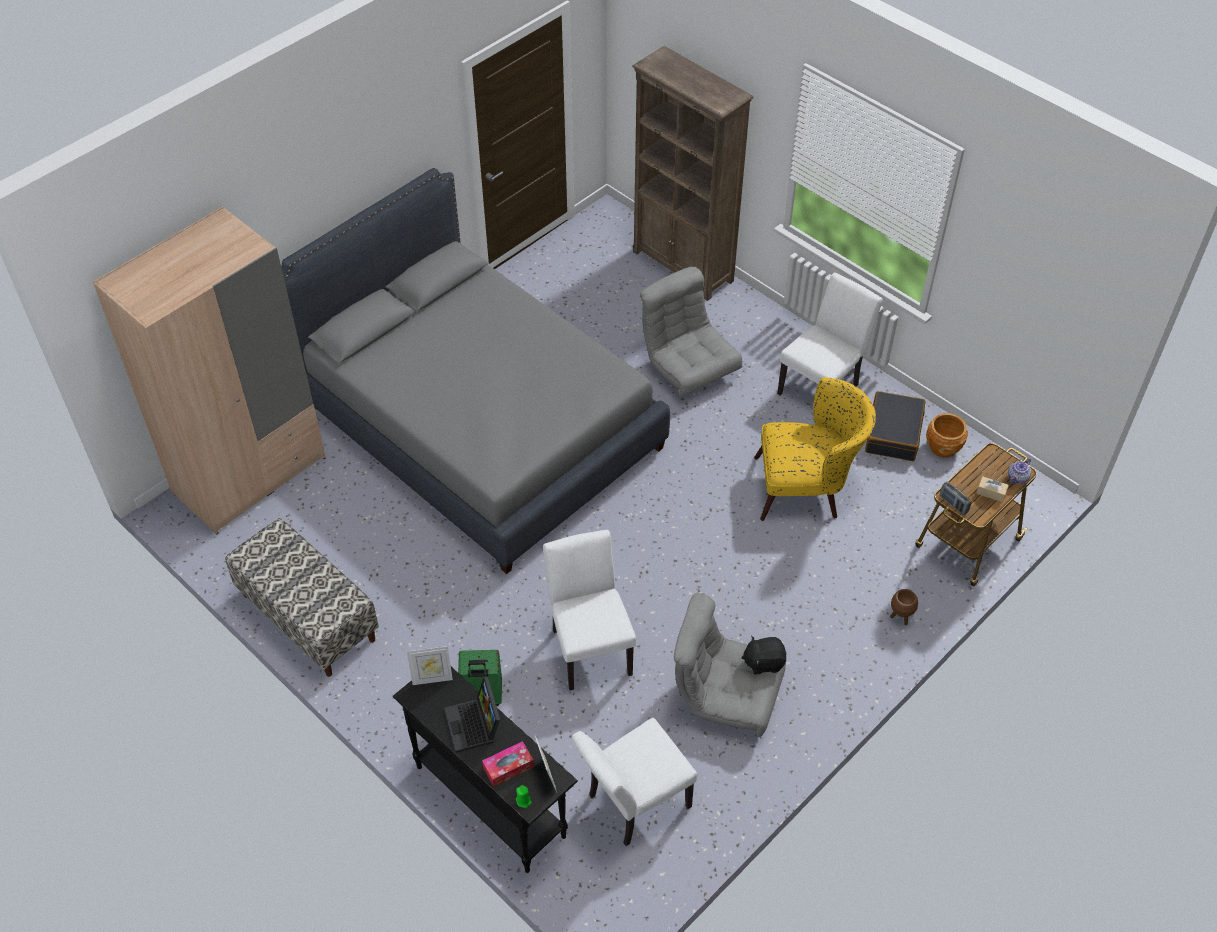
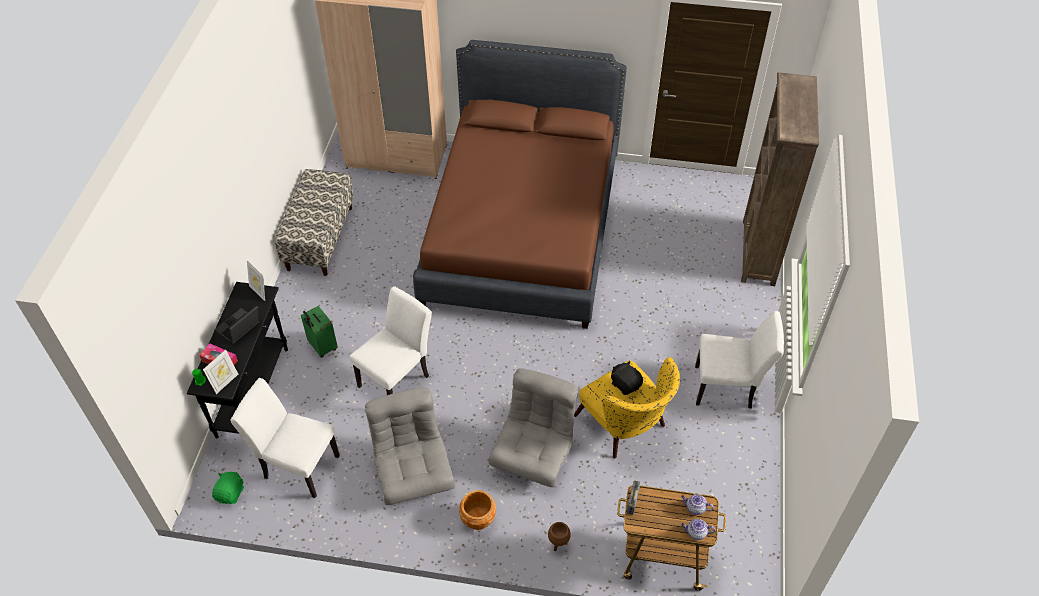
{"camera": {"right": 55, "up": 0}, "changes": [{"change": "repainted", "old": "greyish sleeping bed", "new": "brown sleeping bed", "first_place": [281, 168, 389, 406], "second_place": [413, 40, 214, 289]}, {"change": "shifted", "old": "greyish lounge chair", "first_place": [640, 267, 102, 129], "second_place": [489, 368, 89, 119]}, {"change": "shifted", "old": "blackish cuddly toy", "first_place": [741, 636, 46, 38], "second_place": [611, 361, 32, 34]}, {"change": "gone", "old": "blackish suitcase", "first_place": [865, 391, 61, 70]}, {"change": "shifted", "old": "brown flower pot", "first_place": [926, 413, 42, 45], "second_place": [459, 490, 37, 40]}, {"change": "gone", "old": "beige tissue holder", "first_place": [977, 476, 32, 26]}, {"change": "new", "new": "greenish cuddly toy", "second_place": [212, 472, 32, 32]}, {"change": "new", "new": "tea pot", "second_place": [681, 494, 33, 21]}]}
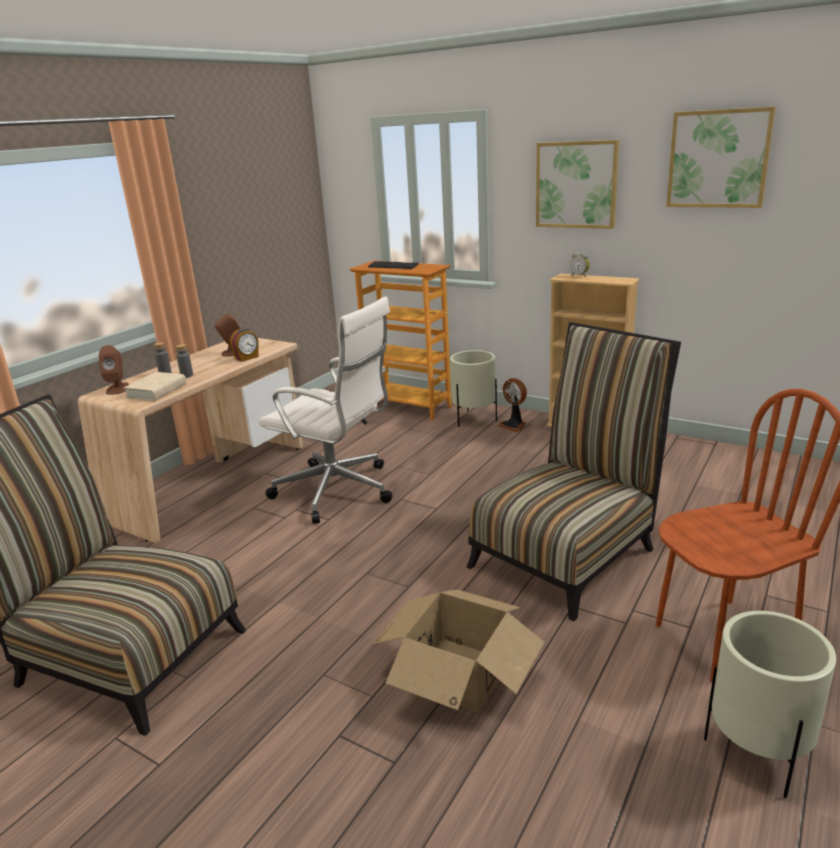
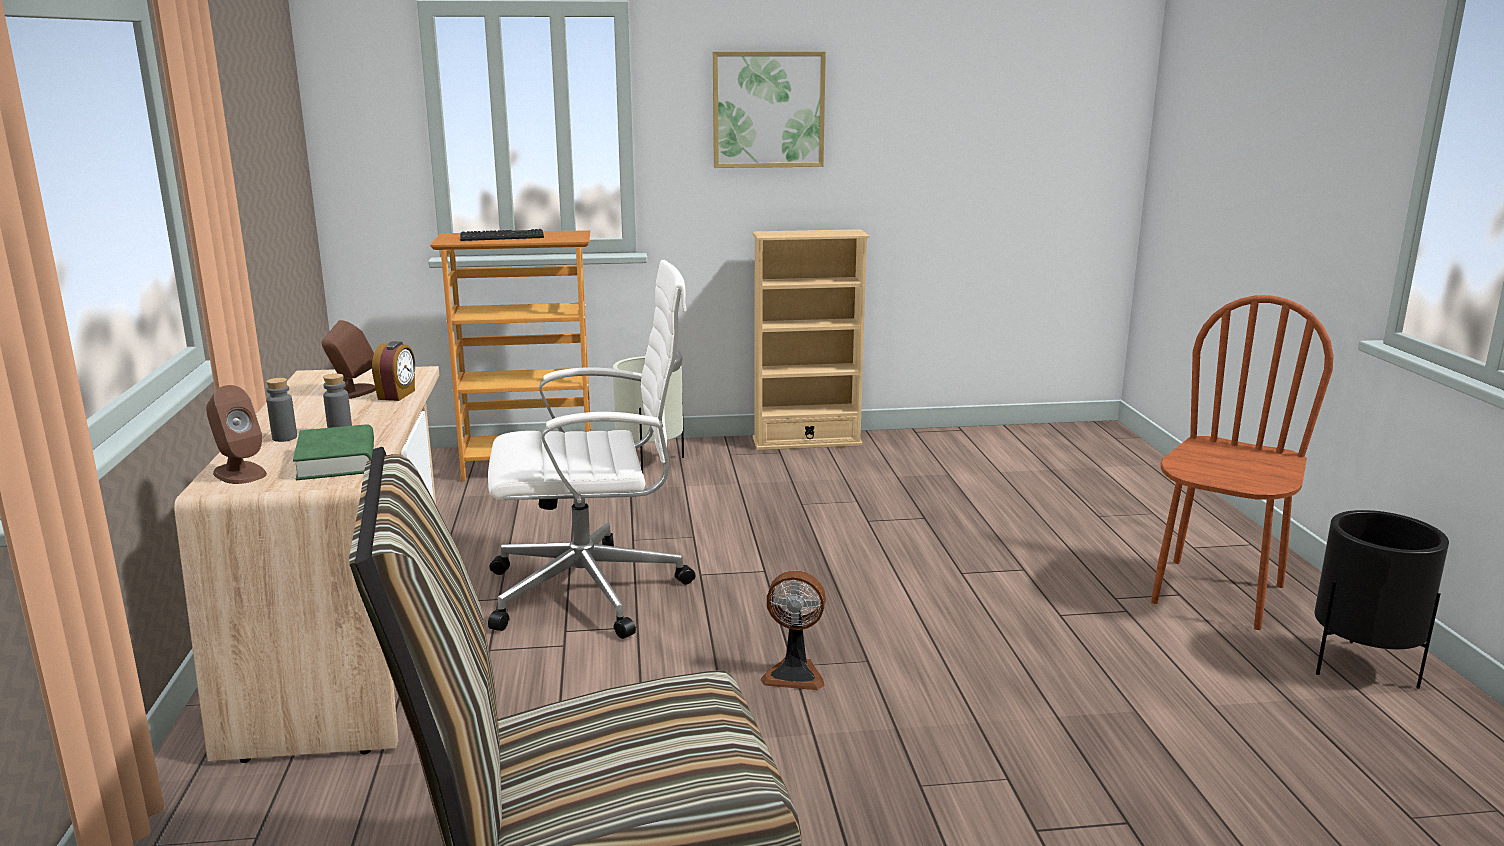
{"camera": {"right": -40, "up": -5}, "changes": [{"change": "repainted", "old": "beige book", "new": "greenish book", "first_place": [124, 372, 62, 29], "second_place": [293, 424, 81, 56]}, {"change": "gone", "old": "packing box", "first_place": [372, 590, 173, 122]}, {"change": "gone", "old": "chair", "first_place": [466, 322, 215, 300]}, {"change": "shifted", "old": "cooling fan", "first_place": [497, 378, 30, 54], "second_place": [761, 570, 65, 120]}, {"change": "gone", "old": "bedside clock", "first_place": [570, 252, 20, 25]}, {"change": "gone", "old": "wall art", "first_place": [666, 107, 109, 101]}, {"change": "repainted", "old": "beige flower pot", "new": "blackish flower pot", "first_place": [704, 611, 132, 187], "second_place": [1315, 510, 134, 179]}]}
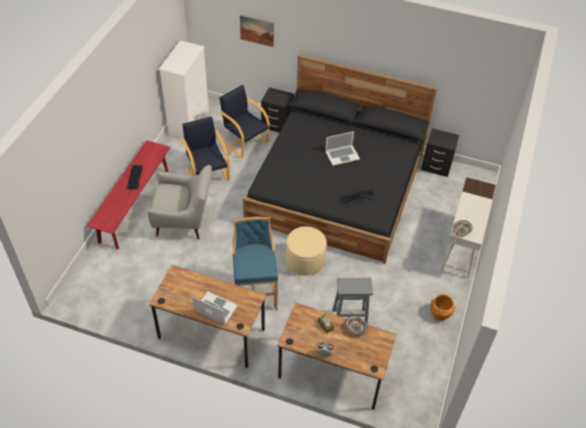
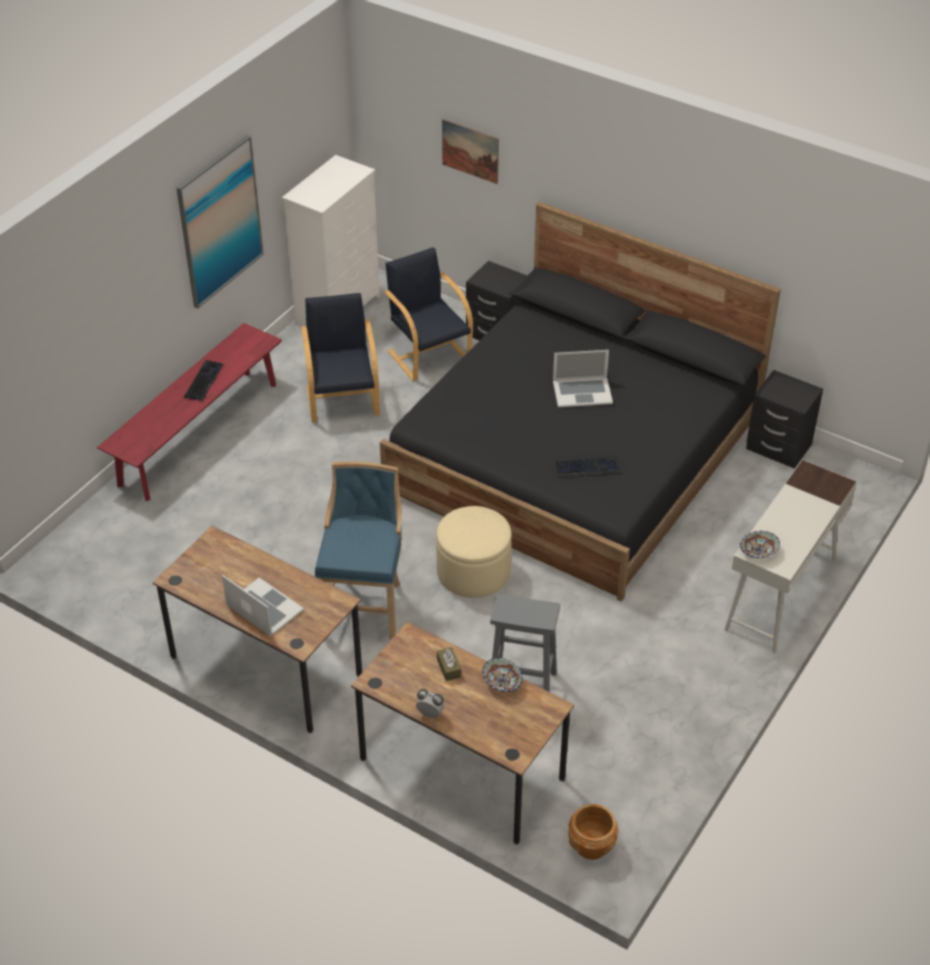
{"camera": {"right": 15, "up": -5}, "changes": [{"change": "gone", "old": "greyish lounge chair", "first_place": [148, 165, 64, 74]}, {"change": "shifted", "old": "brown flower pot", "first_place": [430, 294, 25, 27], "second_place": [568, 804, 51, 56]}, {"change": "new", "new": "wall art", "second_place": [176, 135, 88, 174]}]}
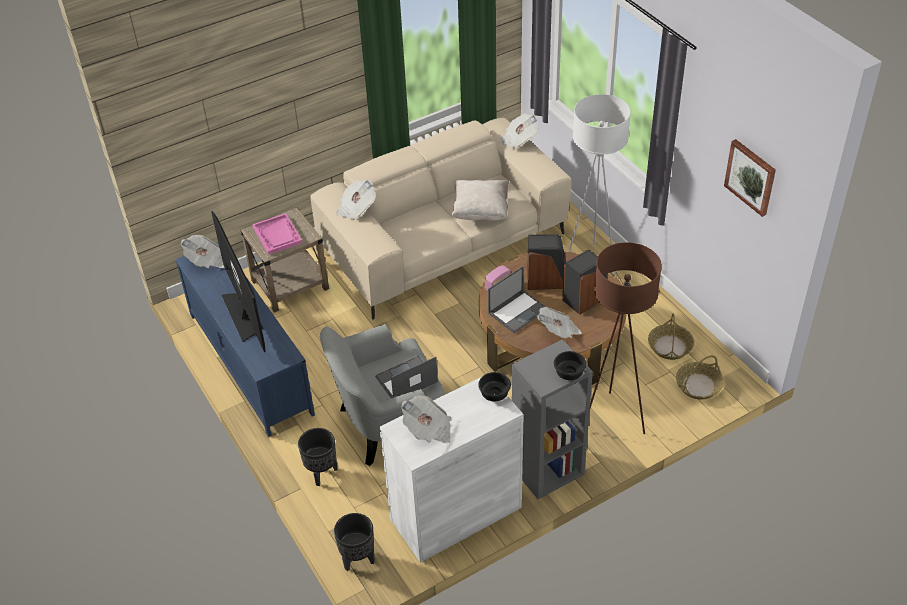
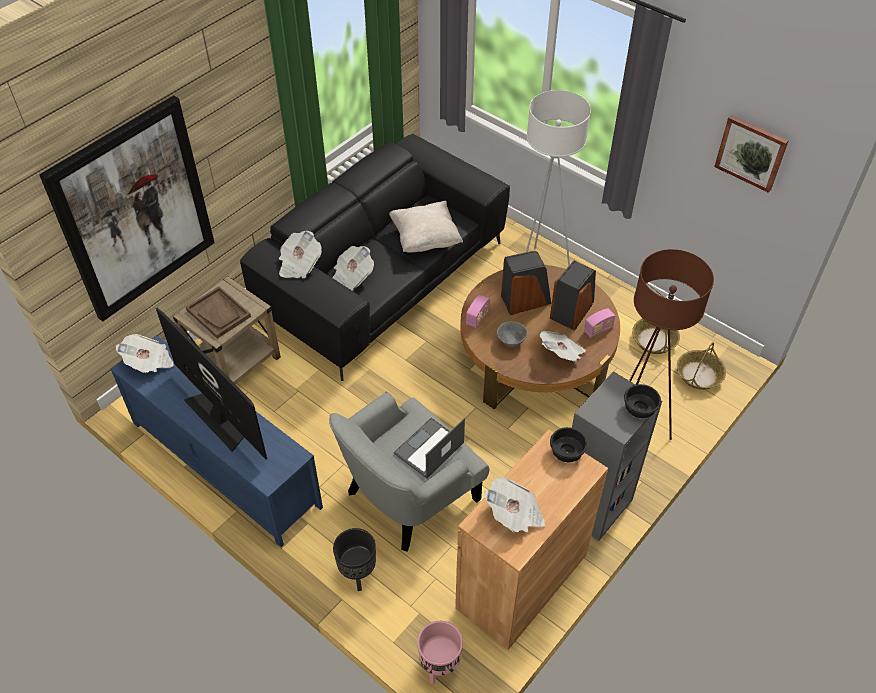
{"camera": {"right": -20, "up": 5}, "changes": [{"change": "repainted", "old": "pinkish tray", "new": "brown tray", "first_place": [252, 213, 50, 42], "second_place": [186, 286, 65, 53]}, {"change": "repainted", "old": "beige couch", "new": "blackish couch", "first_place": [310, 118, 261, 202], "second_place": [240, 134, 270, 247]}, {"change": "repainted", "old": "blackish flower pot", "new": "pinkish flower pot", "first_place": [334, 513, 41, 58], "second_place": [417, 621, 46, 64]}, {"change": "repainted", "old": "whitish cabinet", "new": "brown cabinet", "first_place": [379, 377, 145, 186], "second_place": [455, 429, 153, 221]}, {"change": "swapped", "old": "portable computer", "new": "greyish serving bowl", "first_place": [488, 266, 58, 67], "second_place": [497, 321, 31, 26]}, {"change": "shifted", "old": "newspaper", "first_place": [499, 114, 40, 35], "second_place": [333, 246, 41, 45]}, {"change": "new", "new": "wall art", "second_place": [39, 96, 176, 226]}, {"change": "new", "new": "radio receiver", "second_place": [584, 308, 31, 30]}]}
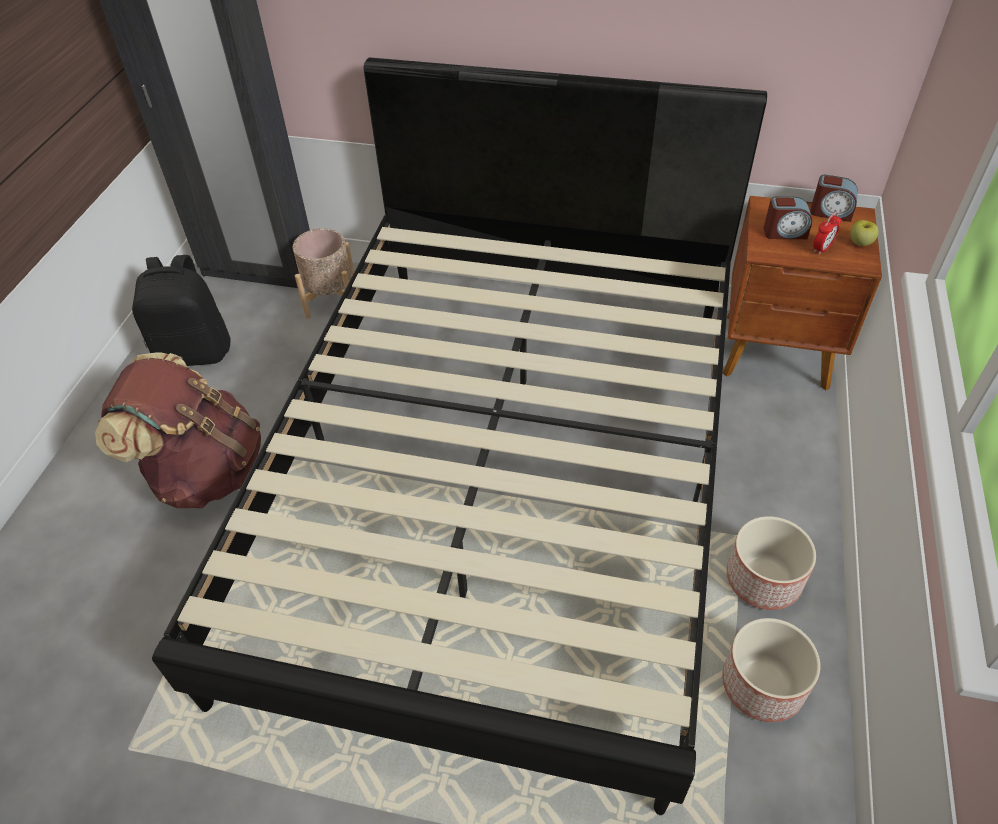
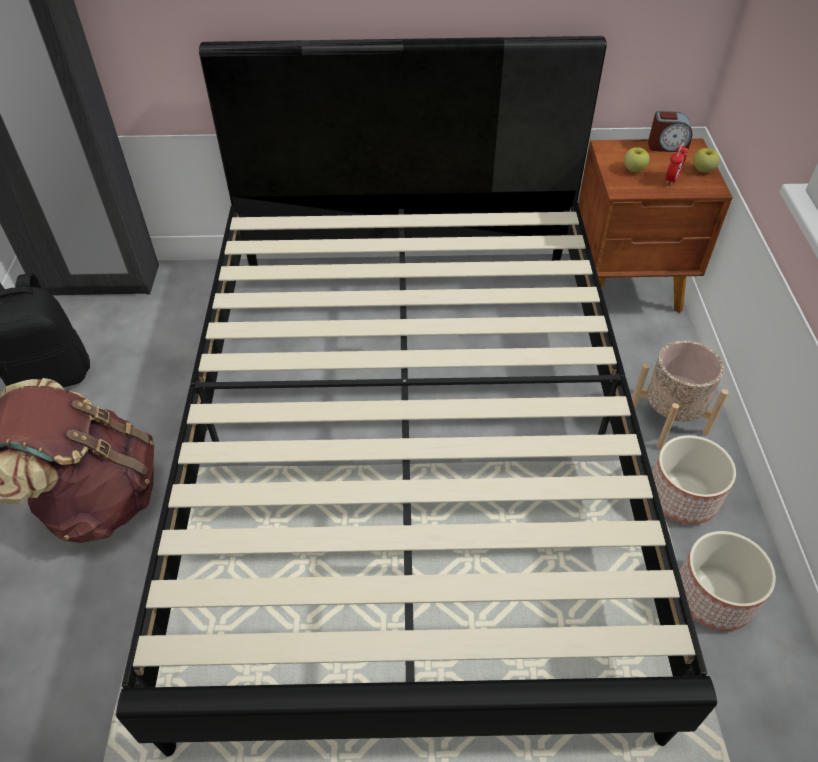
{"camera": {"right": -15, "up": 0}, "changes": [{"change": "shifted", "old": "beige flower pot", "first_place": [293, 228, 61, 91], "second_place": [632, 340, 97, 109]}, {"change": "swapped", "old": "bedside clock", "new": "whole apple", "first_place": [764, 196, 48, 43], "second_place": [624, 147, 25, 25]}]}
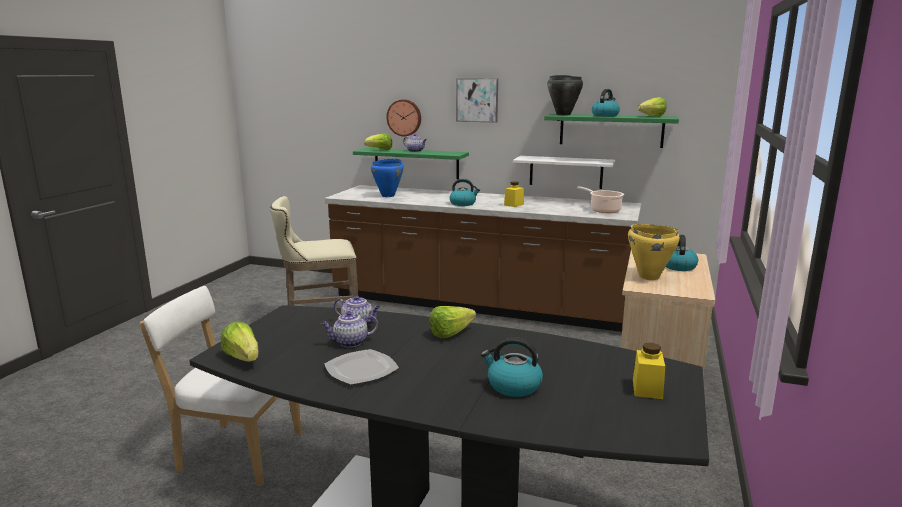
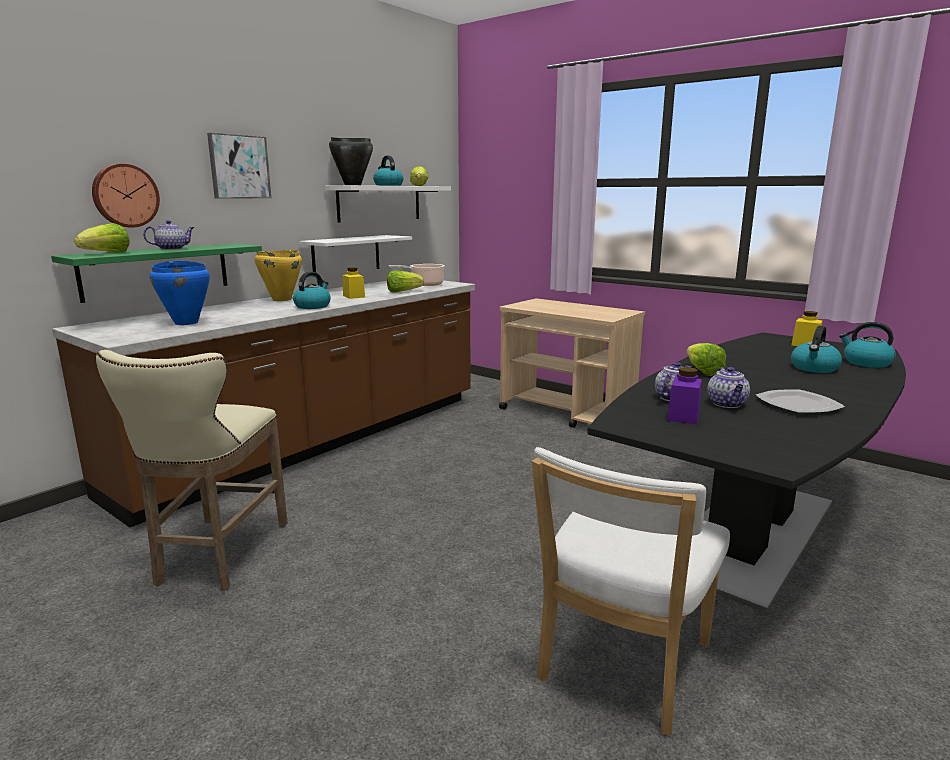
{"camera": {"right": -70, "up": 0}, "changes": [{"change": "shifted", "old": "lettuce head", "first_place": [221, 322, 38, 40], "second_place": [387, 270, 37, 23]}, {"change": "repainted", "old": "greenish shelf", "new": "whitish shelf", "first_place": [544, 114, 135, 34], "second_place": [325, 185, 126, 37]}, {"change": "shifted", "old": "yellow stockpot", "first_place": [628, 224, 52, 56], "second_place": [255, 250, 47, 51]}, {"change": "shifted", "old": "kettle", "first_place": [666, 235, 32, 36], "second_place": [839, 322, 57, 46]}, {"change": "new", "new": "purplish preserve jar", "second_place": [667, 367, 35, 57]}]}
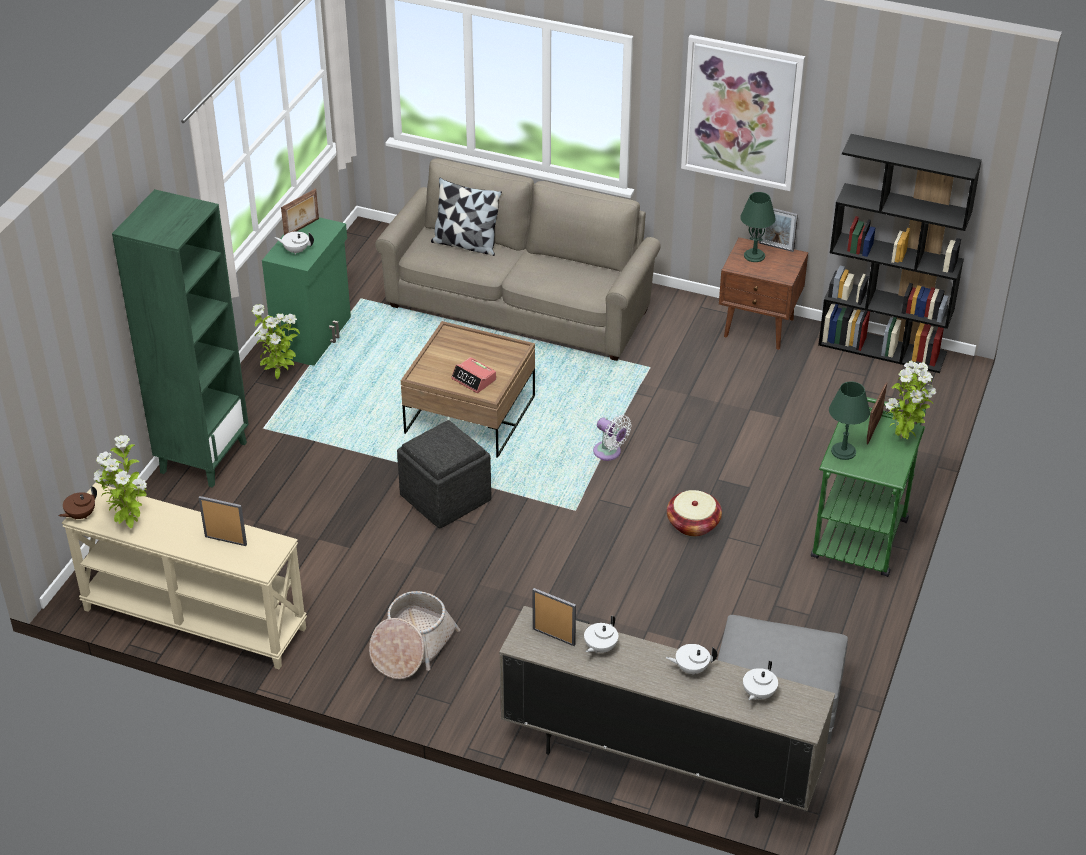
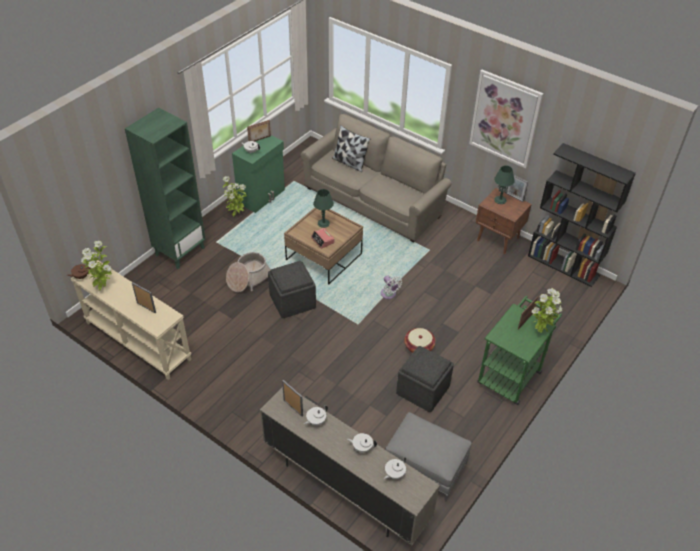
{"camera": {"right": 15, "up": 5}, "changes": [{"change": "shifted", "old": "basket", "first_place": [369, 591, 91, 88], "second_place": [226, 252, 45, 40]}, {"change": "shifted", "old": "greenish tabletop lamp", "first_place": [829, 381, 41, 79], "second_place": [313, 189, 21, 39]}, {"change": "new", "new": "greyish pouffe", "second_place": [396, 346, 58, 66]}]}
